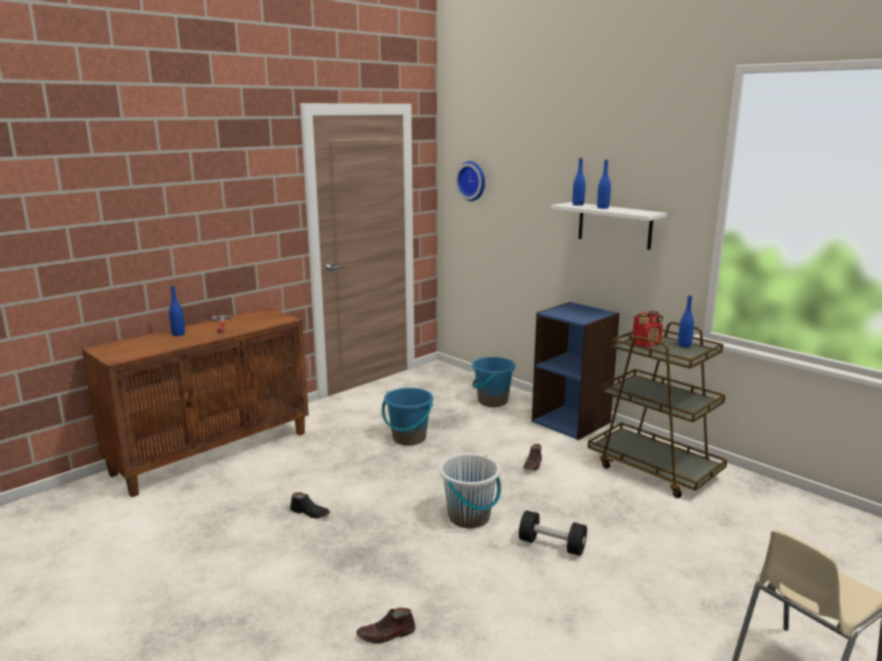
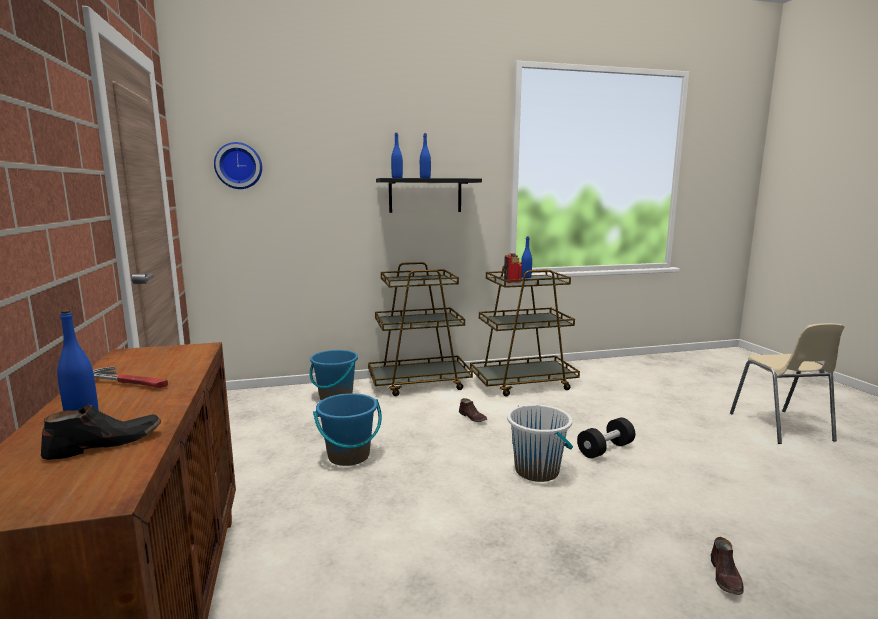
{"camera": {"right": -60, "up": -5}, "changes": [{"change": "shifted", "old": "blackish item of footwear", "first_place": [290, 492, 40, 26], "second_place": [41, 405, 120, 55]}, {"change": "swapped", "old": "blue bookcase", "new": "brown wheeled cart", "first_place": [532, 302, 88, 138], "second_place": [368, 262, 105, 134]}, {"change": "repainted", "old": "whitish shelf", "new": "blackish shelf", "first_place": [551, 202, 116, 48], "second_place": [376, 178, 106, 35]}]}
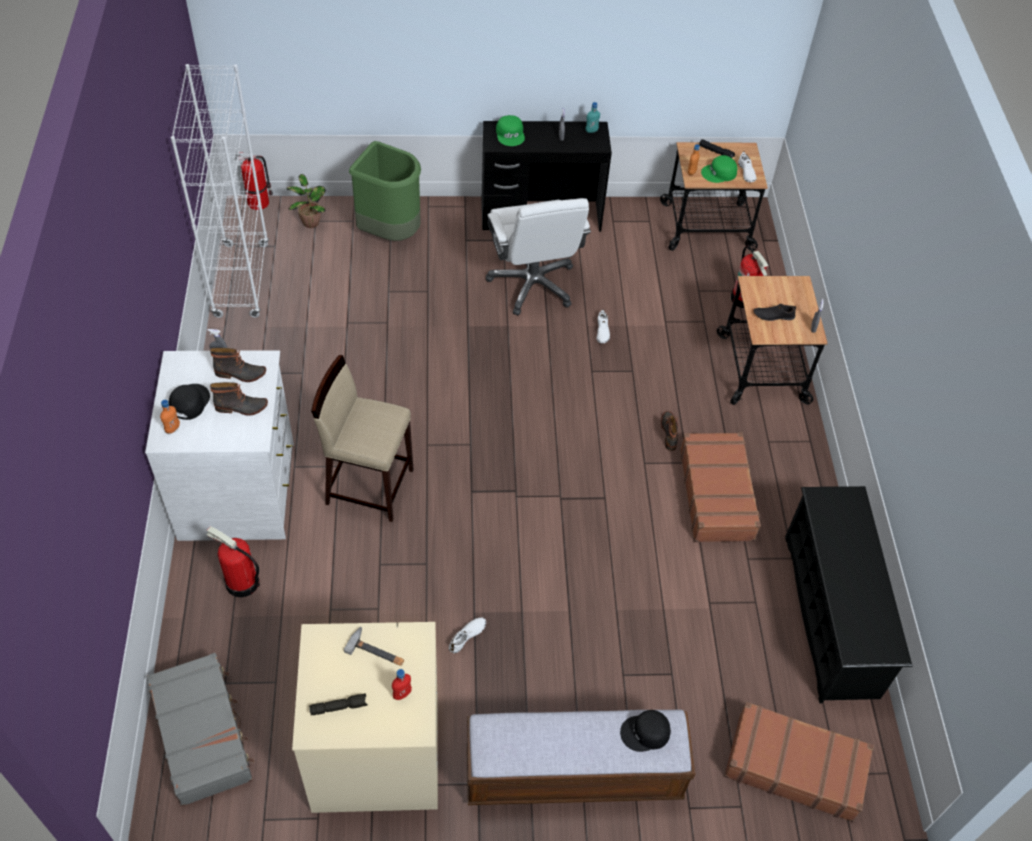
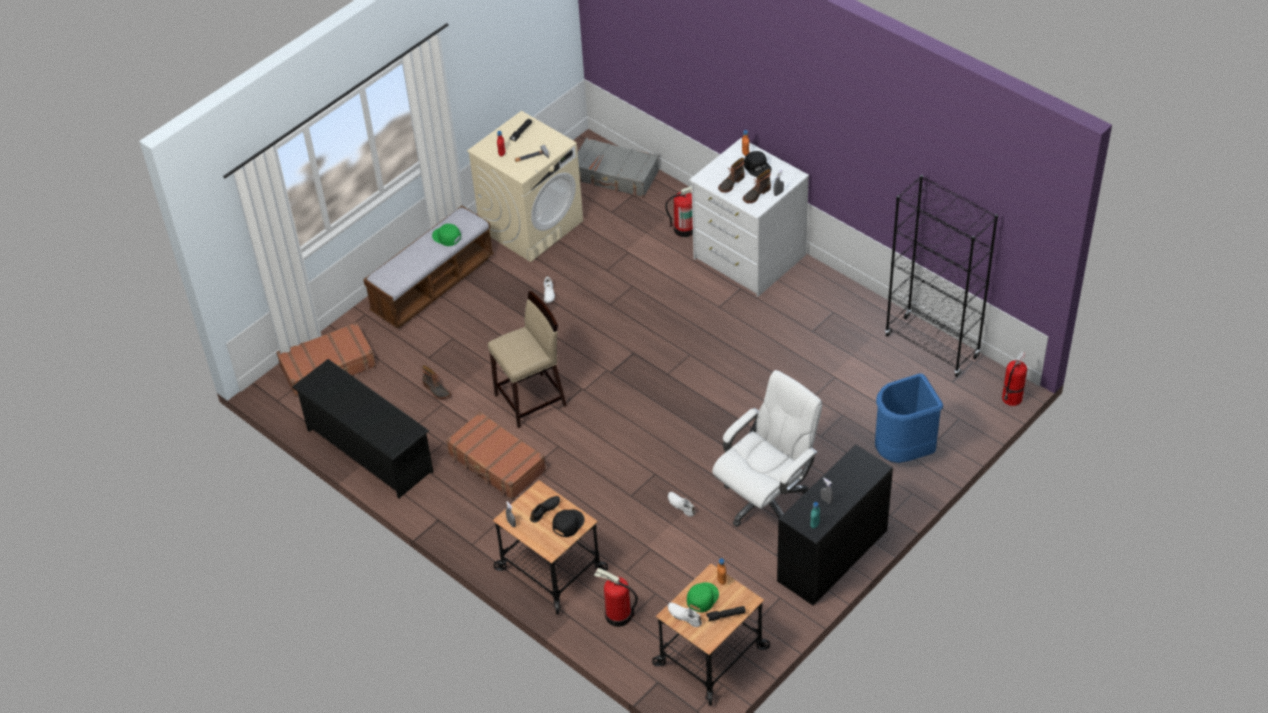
{"camera": {"right": 140, "up": -5}, "changes": [{"change": "repainted", "old": "whitish bookcase", "new": "blackish bookcase", "first_place": [171, 64, 98, 254], "second_place": [885, 175, 113, 202]}, {"change": "gone", "old": "potted plant", "first_place": [287, 174, 39, 54]}, {"change": "shifted", "old": "beige stool seat", "first_place": [311, 355, 103, 167], "second_place": [488, 291, 79, 137]}, {"change": "repainted", "old": "greenish waste bin", "new": "blue waste bin", "first_place": [349, 141, 72, 100], "second_place": [875, 374, 68, 89]}, {"change": "rotated", "old": "whitish computer chair", "first_place": [486, 198, 105, 117], "second_place": [712, 370, 110, 157], "degrees": 105}, {"change": "shifted", "old": "greenish cap", "first_place": [496, 115, 29, 31], "second_place": [432, 224, 29, 22]}, {"change": "shifted", "old": "blackish cap", "first_place": [620, 710, 51, 42], "second_place": [552, 509, 32, 28]}, {"change": "shifted", "old": "high-top boot", "first_place": [661, 411, 17, 40], "second_place": [422, 365, 29, 34]}]}
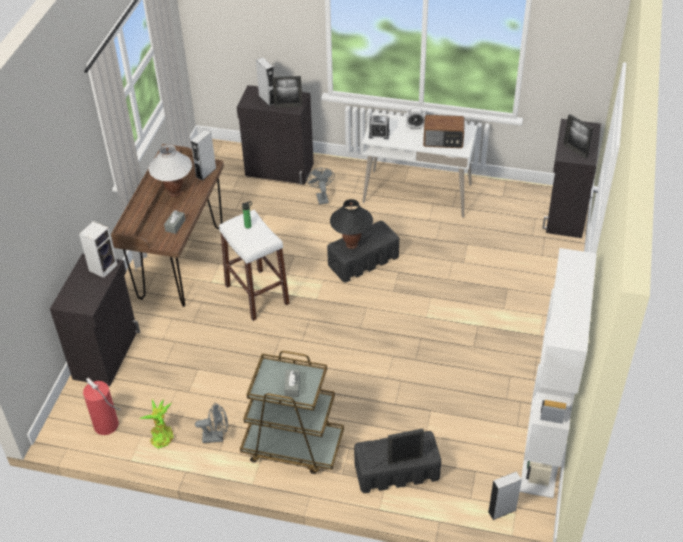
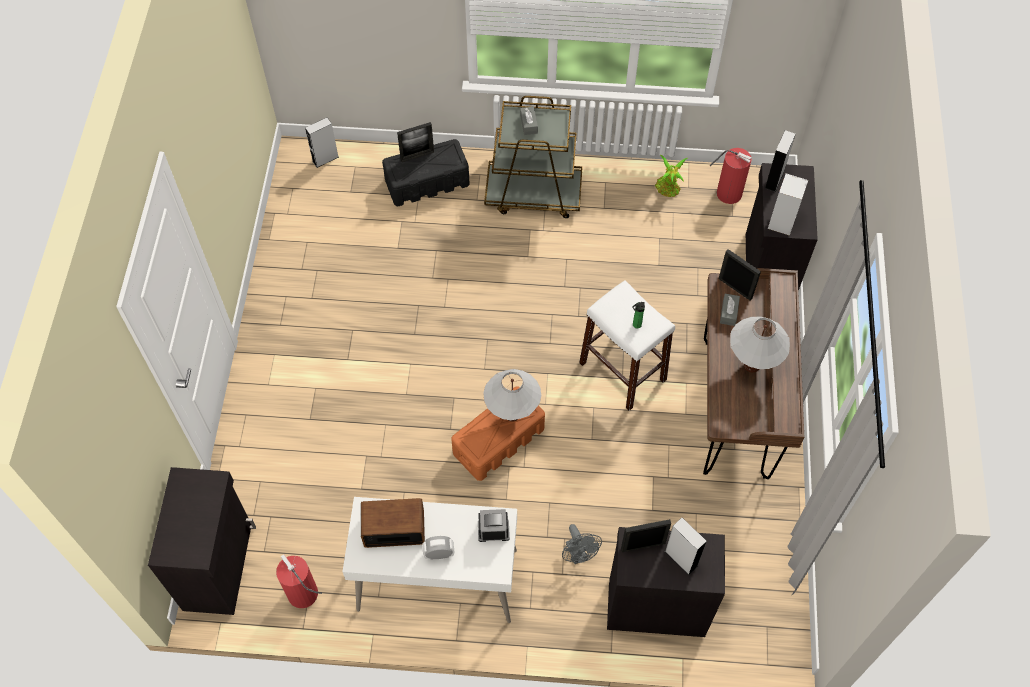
{"camera": {"right": 170, "up": 15}, "changes": [{"change": "shifted", "old": "greyish speaker", "first_place": [191, 129, 25, 51], "second_place": [765, 130, 31, 62]}, {"change": "gone", "old": "greyish cooling fan", "first_place": [195, 403, 33, 40]}, {"change": "repainted", "old": "blackish storage container", "new": "orangey storage container", "first_place": [327, 221, 72, 61], "second_place": [451, 386, 94, 95]}, {"change": "repainted", "old": "blackish tabletop lamp", "new": "whitish tabletop lamp", "first_place": [330, 199, 43, 50], "second_place": [483, 369, 58, 53]}, {"change": "gone", "old": "whitish bookcase", "first_place": [520, 248, 77, 250]}, {"change": "shifted", "old": "standing frame", "first_place": [563, 114, 30, 45], "second_place": [719, 249, 42, 52]}, {"change": "new", "new": "fire-fighting cylinder", "second_place": [276, 554, 46, 54]}]}
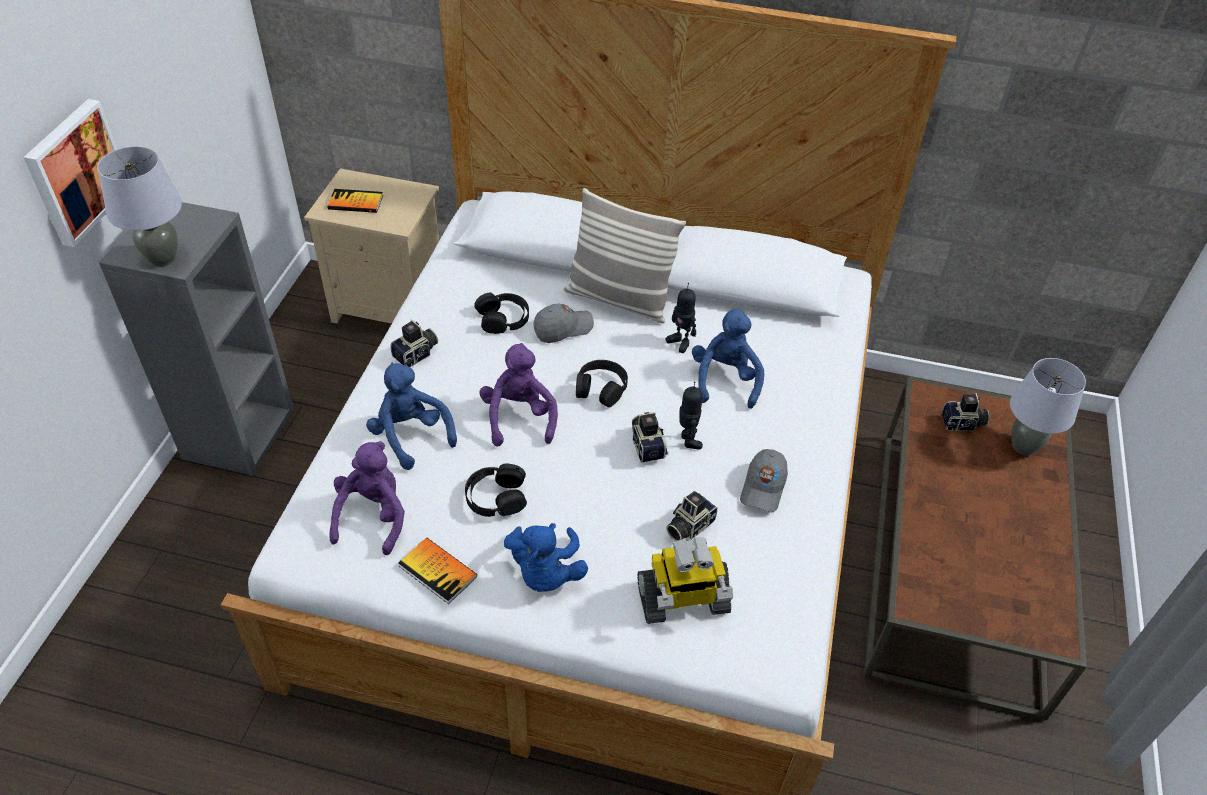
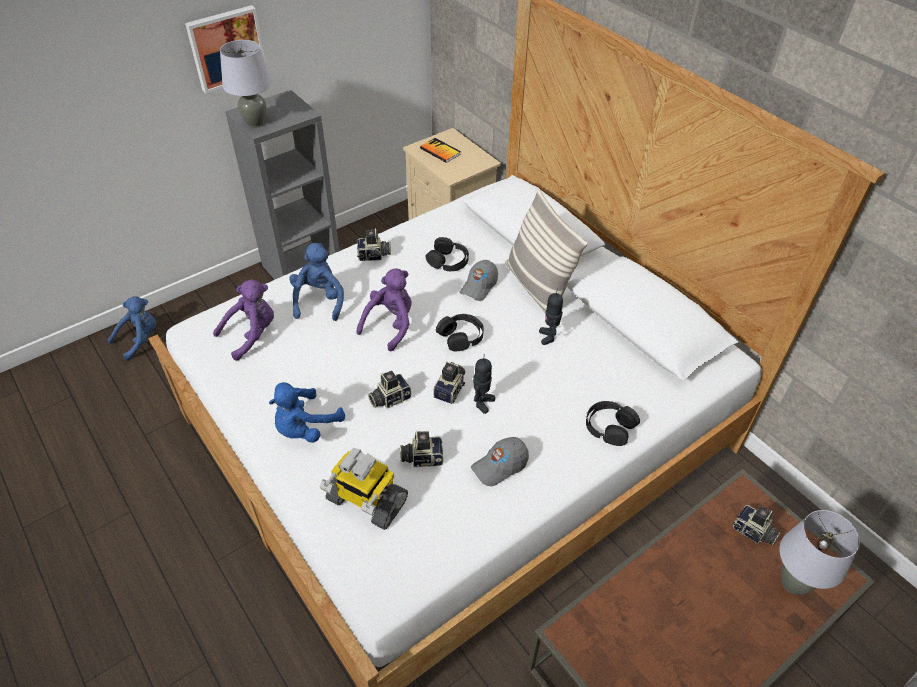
{"camera": {"right": 40, "up": 0}, "changes": [{"change": "gone", "old": "book", "first_place": [398, 538, 79, 66]}, {"change": "shifted", "old": "blackish pair of headphones", "first_place": [465, 464, 62, 53], "second_place": [586, 401, 54, 45]}, {"change": "rotated", "old": "greyish cap", "first_place": [533, 304, 61, 39], "second_place": [459, 260, 39, 41], "degrees": 105}, {"change": "shifted", "old": "blue cuddly toy", "first_place": [692, 309, 72, 100], "second_place": [108, 296, 48, 64]}, {"change": "new", "new": "still camera", "second_place": [368, 371, 43, 37]}]}
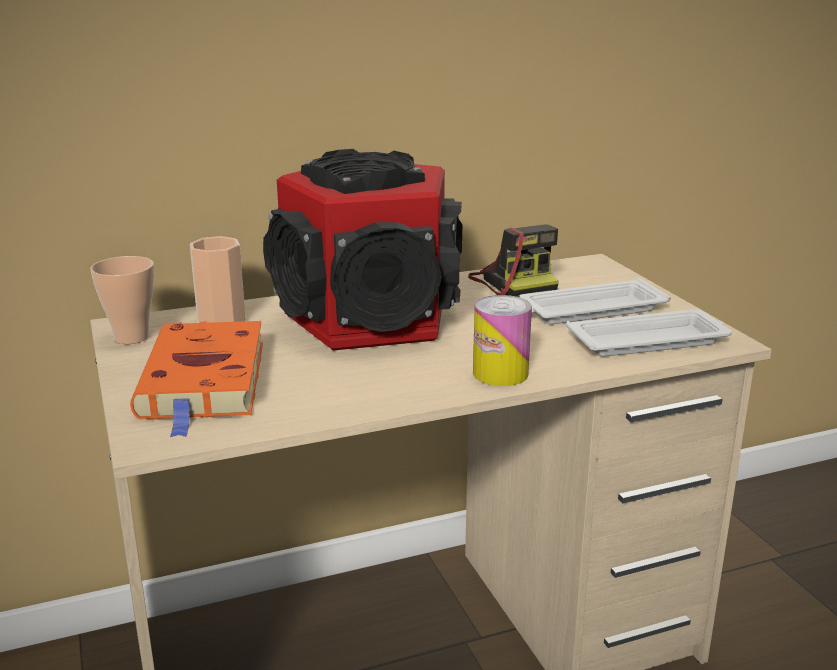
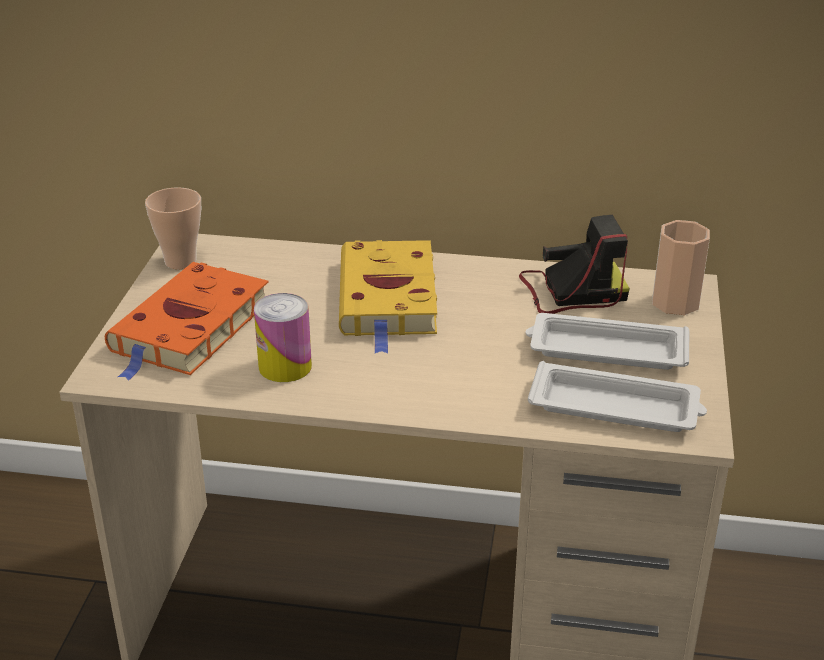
{"camera": {"right": 30, "up": 10}, "changes": [{"change": "shifted", "old": "small cup", "first_place": [190, 236, 56, 87], "second_place": [652, 220, 58, 95]}, {"change": "swapped", "old": "speaker", "new": "yellow book", "first_place": [263, 149, 199, 202], "second_place": [339, 240, 98, 113]}, {"change": "rotated", "old": "still camera", "first_place": [468, 224, 91, 73], "second_place": [519, 215, 111, 99], "degrees": -105}, {"change": "shifted", "old": "sealed can", "first_place": [473, 295, 59, 91], "second_place": [254, 293, 58, 89]}]}
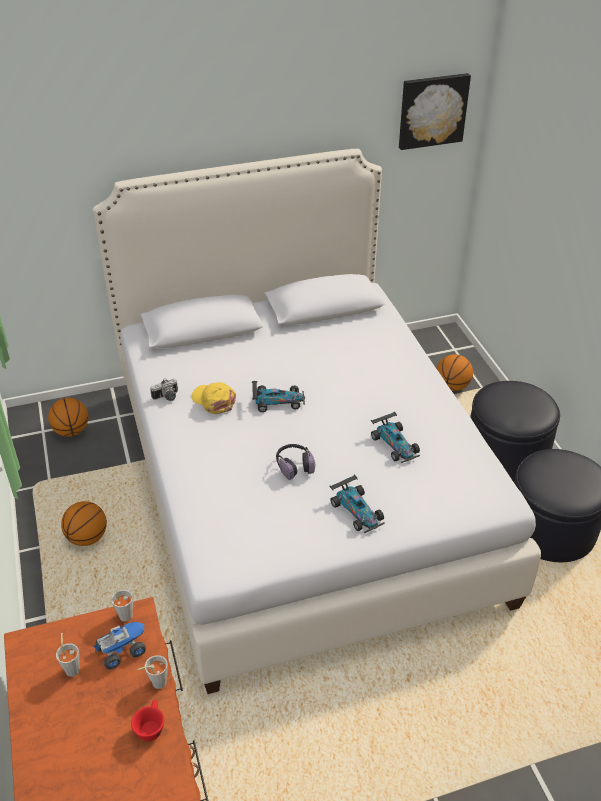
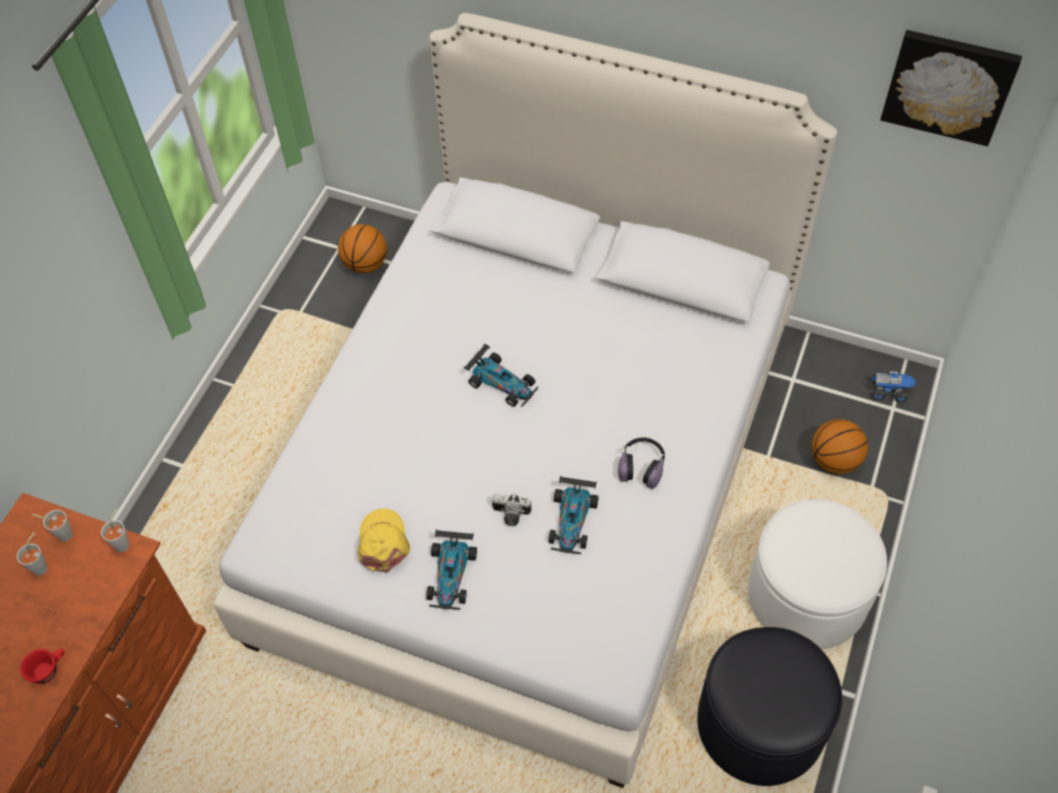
{"camera": {"right": 40, "up": 15}, "changes": [{"change": "gone", "old": "basketball", "first_place": [61, 501, 46, 45]}, {"change": "shifted", "old": "model truck", "first_place": [94, 622, 52, 48], "second_place": [871, 371, 46, 32]}, {"change": "shifted", "old": "greyish small cup", "first_place": [138, 655, 30, 34], "second_place": [32, 510, 41, 32]}, {"change": "shifted", "old": "still camera", "first_place": [151, 379, 27, 22], "second_place": [492, 494, 39, 32]}, {"change": "shifted", "old": "yellow cap", "first_place": [192, 382, 44, 32], "second_place": [358, 509, 52, 64]}, {"change": "shifted", "old": "pair of headphones", "first_place": [276, 444, 39, 36], "second_place": [618, 438, 47, 51]}, {"change": "repainted", "old": "blackish pouffe", "new": "whitish pouffe", "first_place": [470, 381, 90, 101], "second_place": [748, 499, 139, 150]}]}
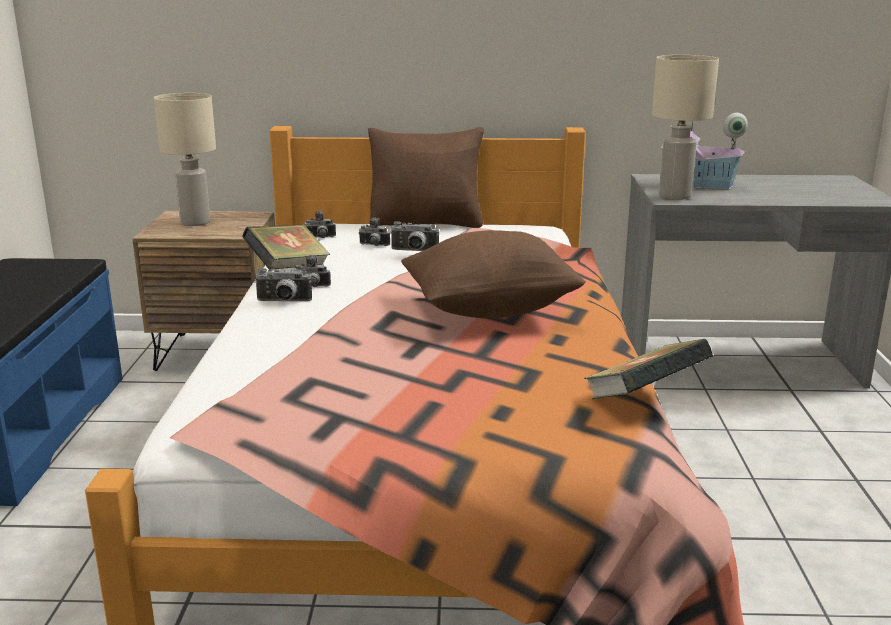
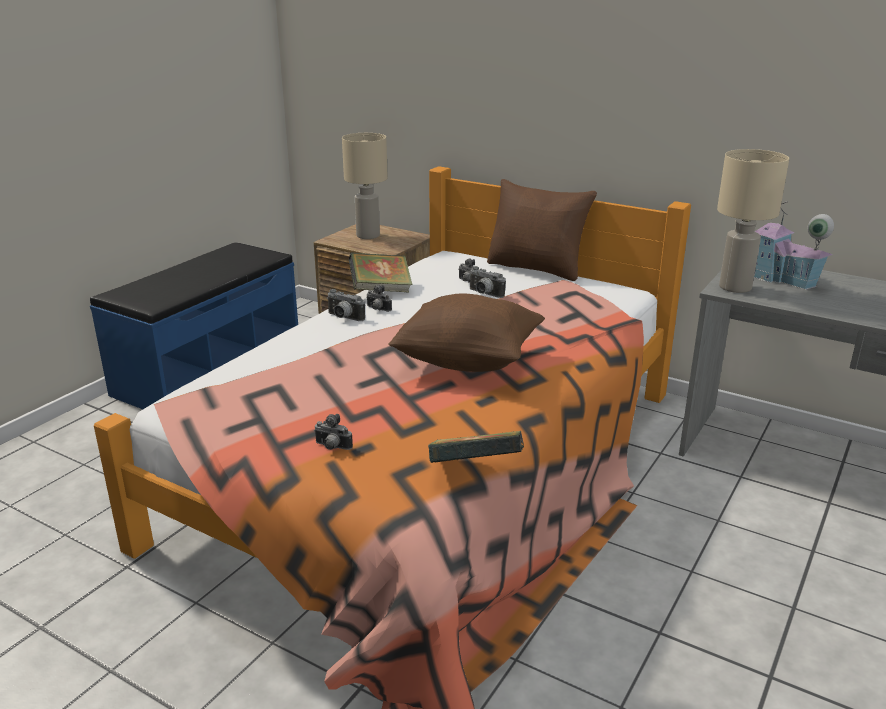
{"camera": {"right": 30, "up": 5}, "changes": [{"change": "shifted", "old": "still camera", "first_place": [304, 210, 32, 28], "second_place": [314, 414, 39, 36]}]}
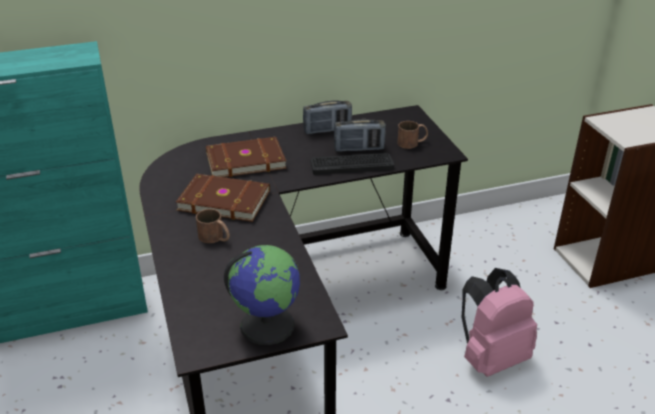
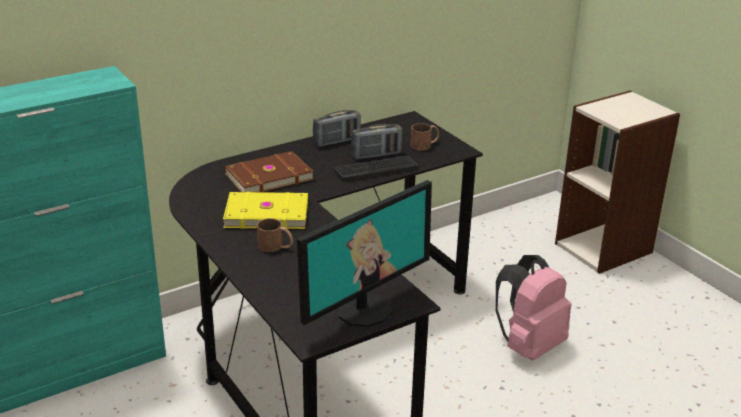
{"camera": {"right": -15, "up": -5}, "changes": [{"change": "repainted", "old": "brown book", "new": "yellow book", "first_place": [176, 174, 94, 48], "second_place": [223, 192, 85, 37]}, {"change": "swapped", "old": "world globe", "new": "computer display", "first_place": [224, 245, 76, 100], "second_place": [297, 180, 135, 147]}]}
